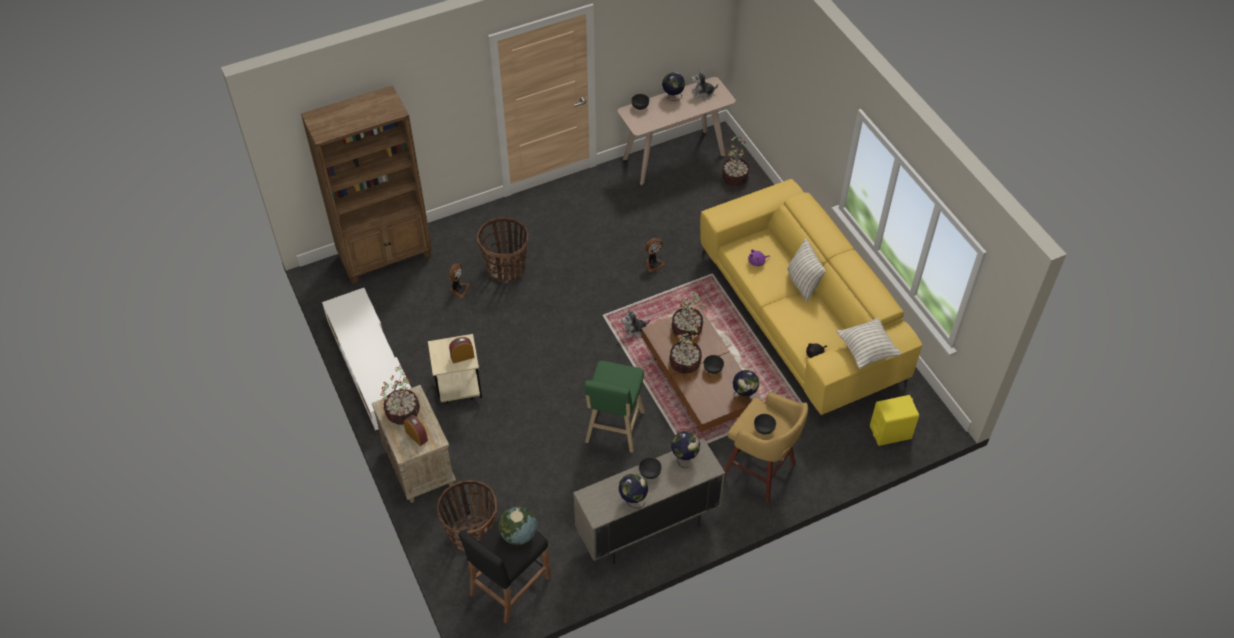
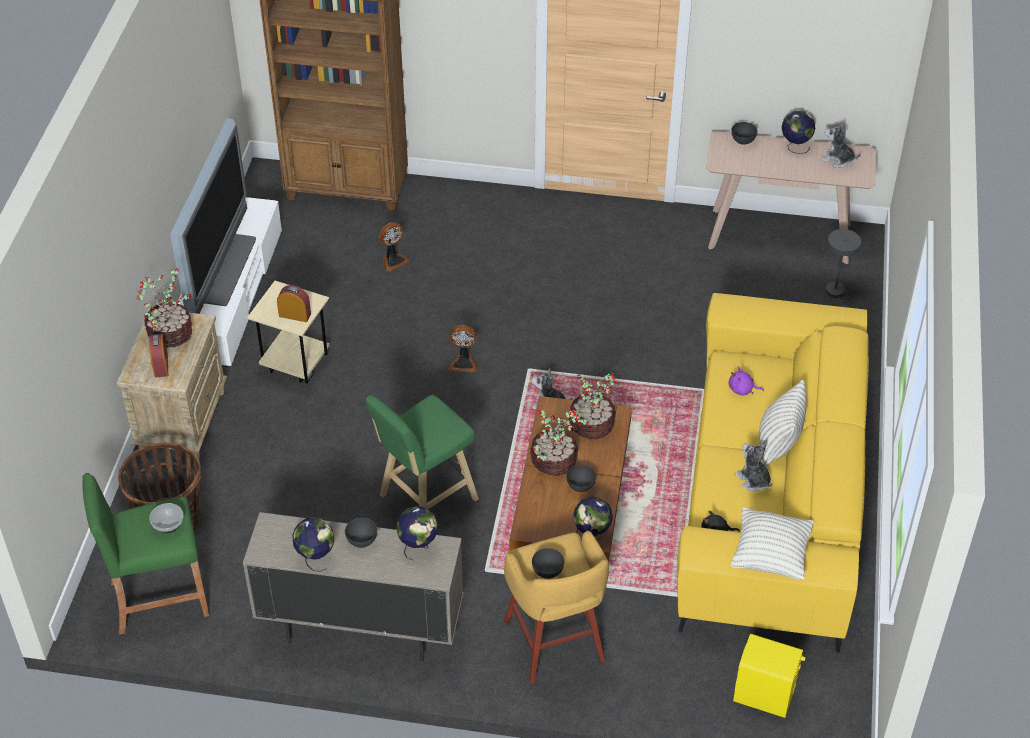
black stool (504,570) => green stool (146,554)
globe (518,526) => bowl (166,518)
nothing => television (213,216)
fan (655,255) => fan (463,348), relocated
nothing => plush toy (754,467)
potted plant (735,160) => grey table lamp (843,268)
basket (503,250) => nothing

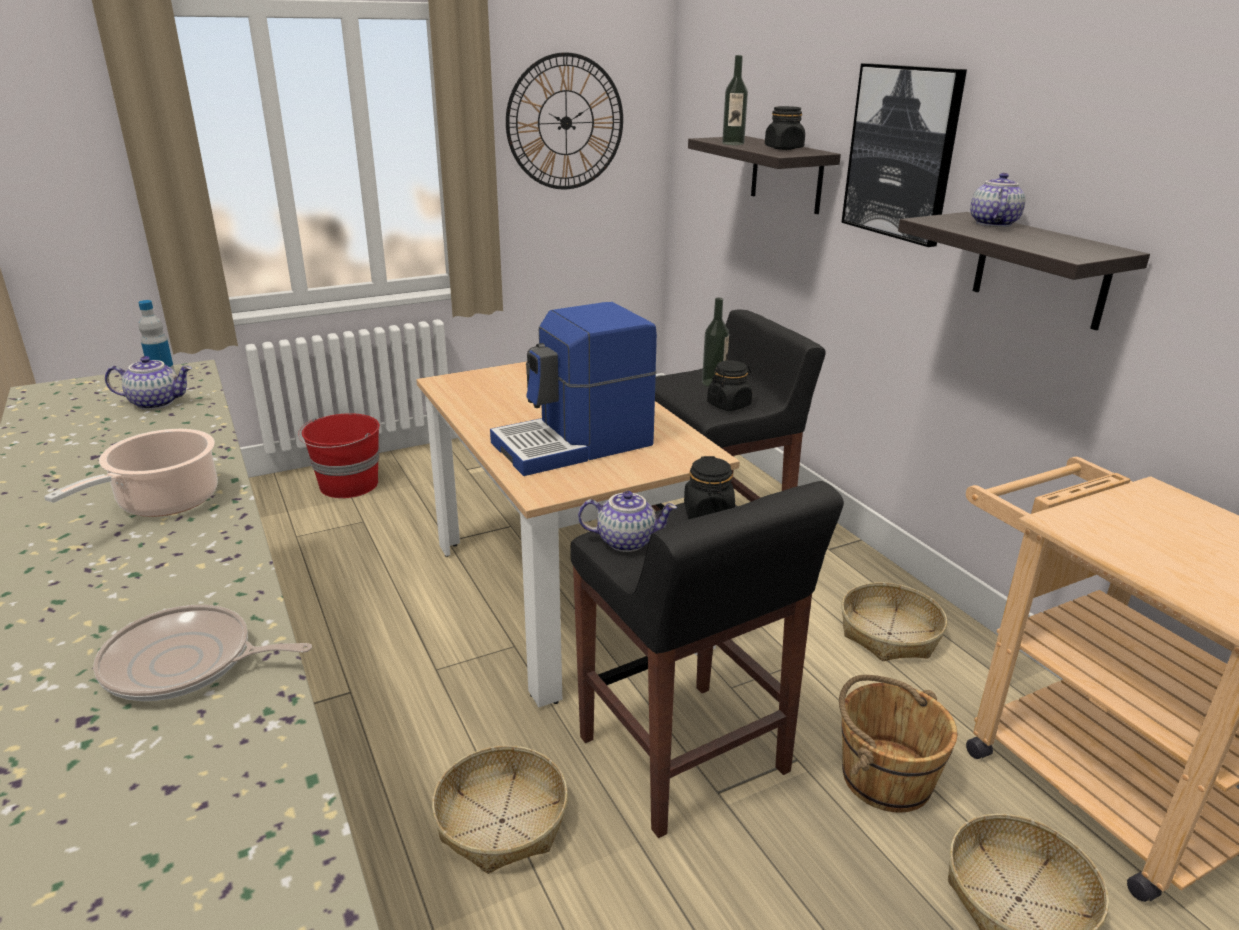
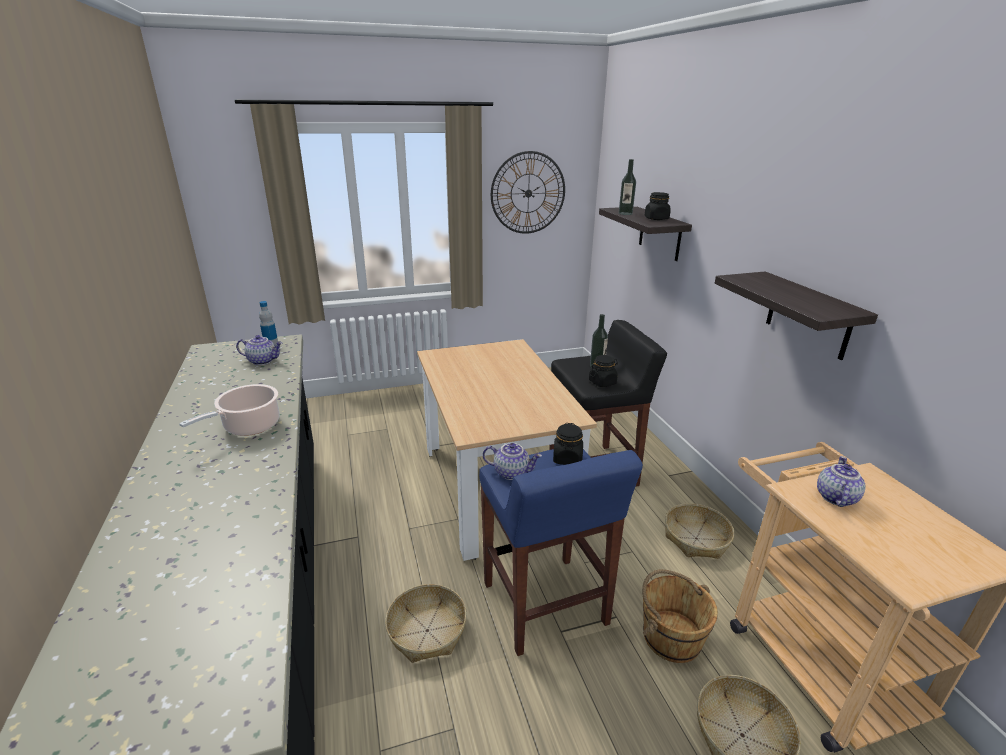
black stool (707,659) => blue stool (561,552)
teapot (997,200) => teapot (841,481), relocated
frying pan (202,653) => nothing
red bucket (339,455) => nothing
coffee machine (573,389) => nothing
picture (904,155) => nothing

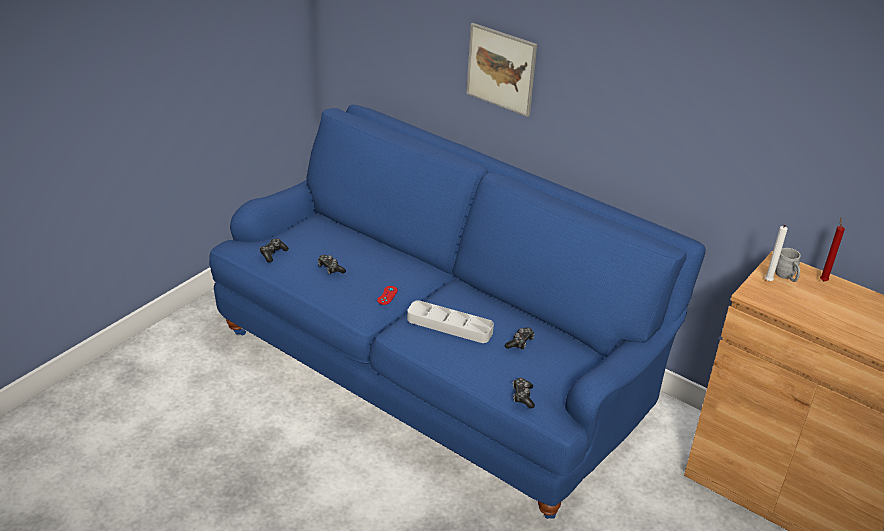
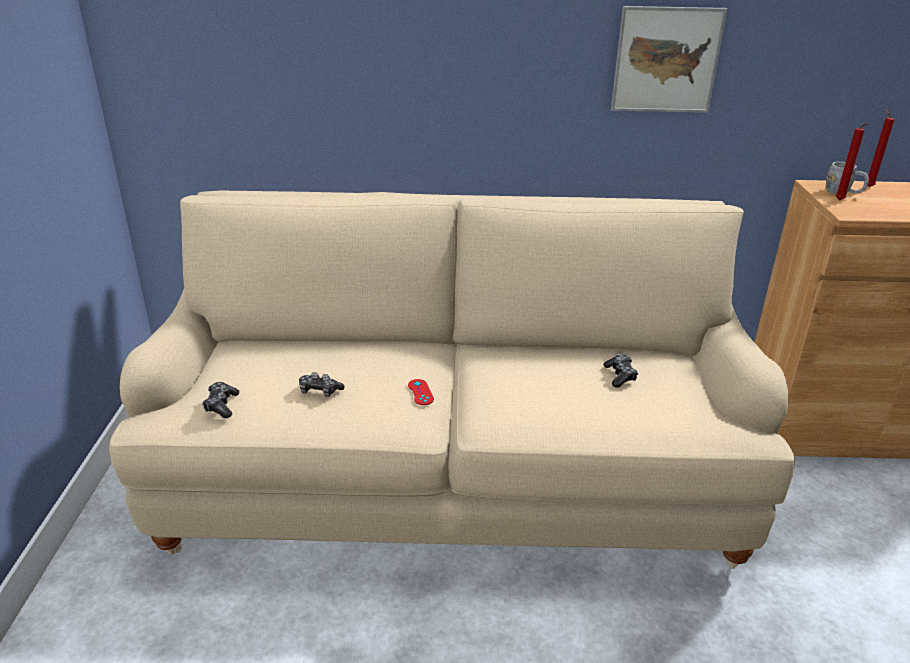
blue sofa (457,312) => beige sofa (452,380)
picture (501,70) => picture (669,59), relocated
white candle (776,253) => red candle (851,162)
grey tray (450,321) => nothing
game controller (524,393) => nothing

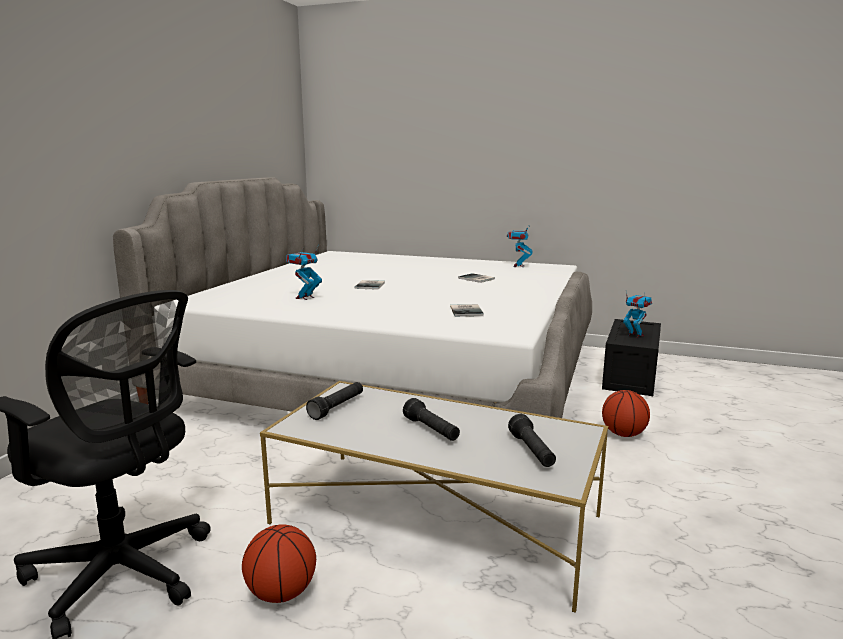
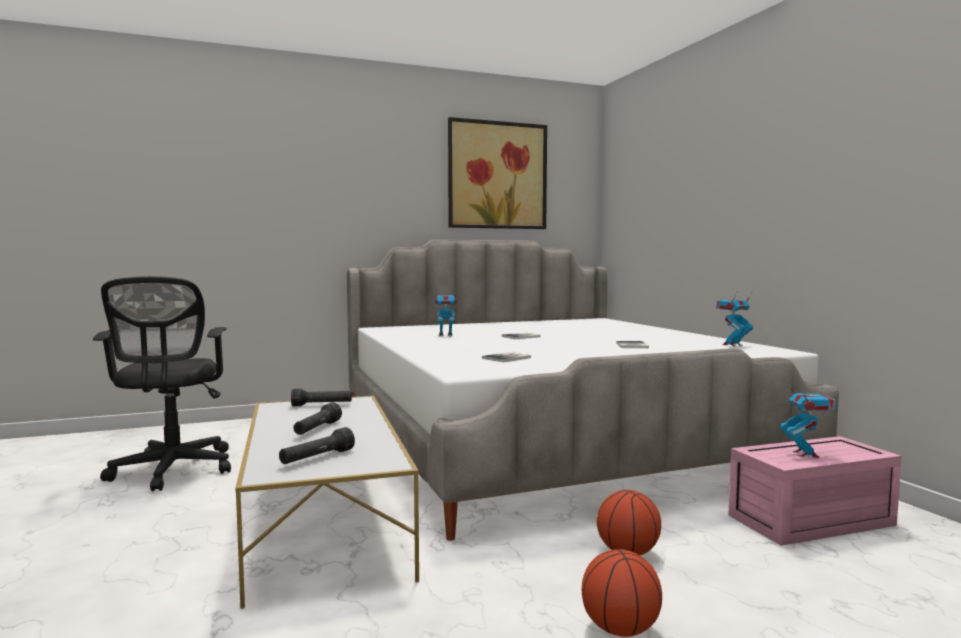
nothing => picture (497,173)
basketball (279,563) => basketball (622,593), relocated
black storage box (631,357) => pink storage box (815,491)

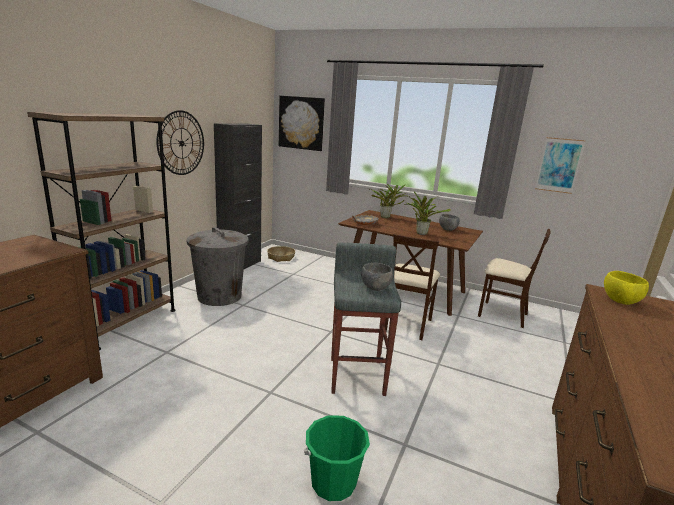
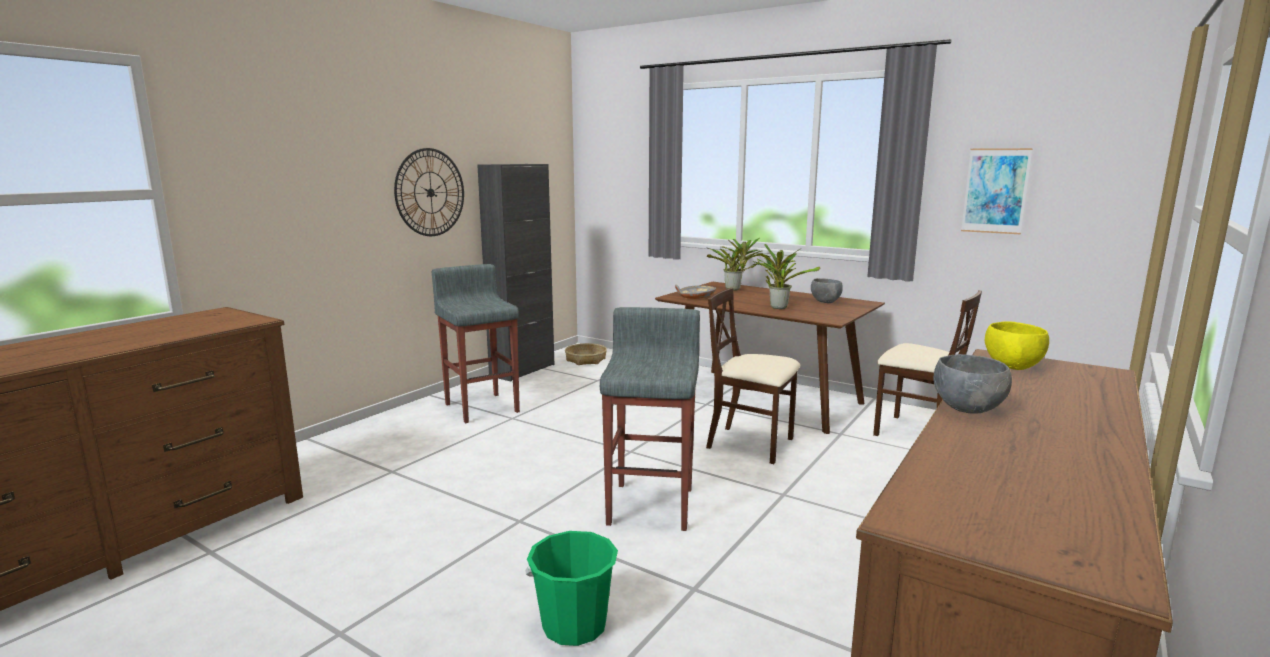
grey trash can (217,266) => grey stool (476,343)
beige chair (412,287) => beige chair (753,376), 90 degrees clockwise
grey bowl (377,277) => grey bowl (972,384), relocated
brown bookcase (101,231) => nothing
picture (302,123) => nothing

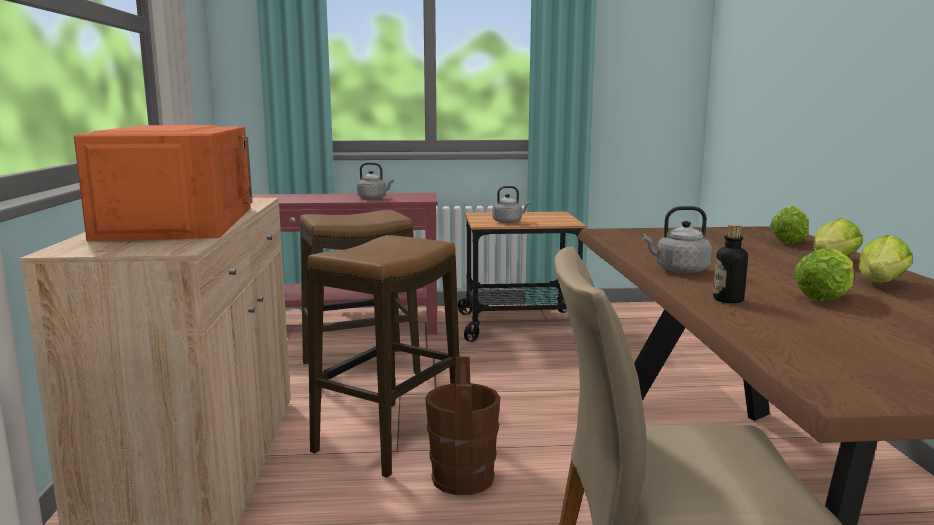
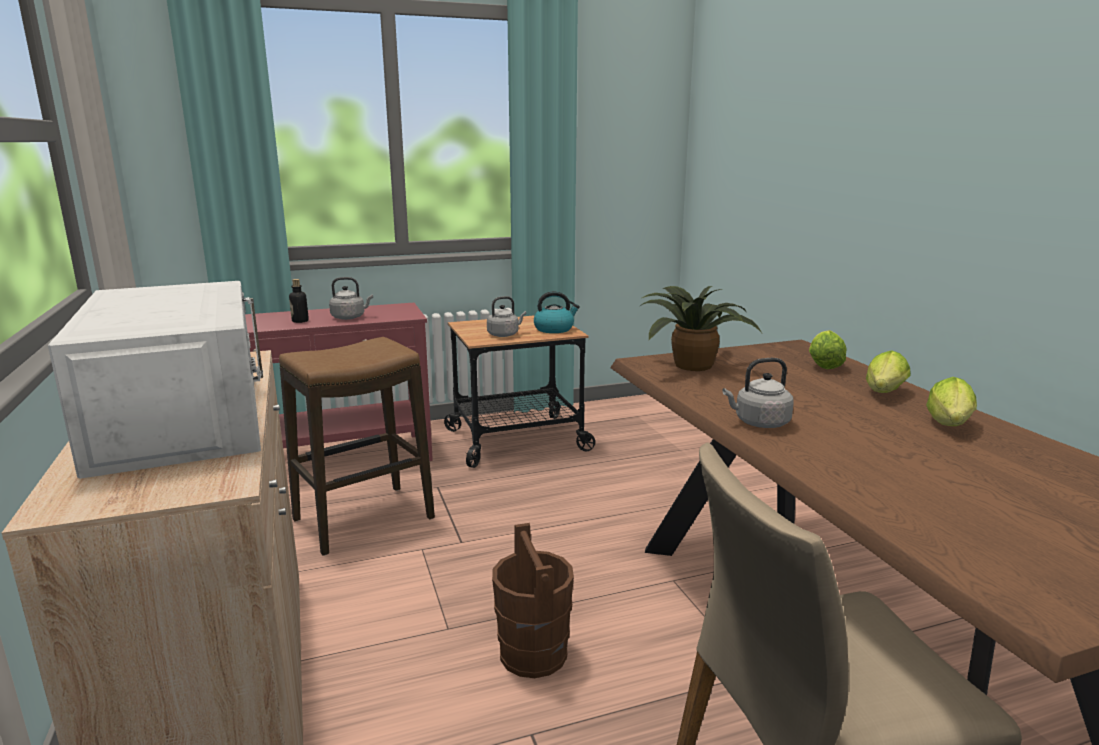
orange microwave (163,183) => white microwave (155,380)
bottle (730,263) => bottle (299,301), relocated
nothing => kettle (557,312)
nothing => potted plant (701,328)
stool (383,356) => nothing
lettuce (823,274) => nothing

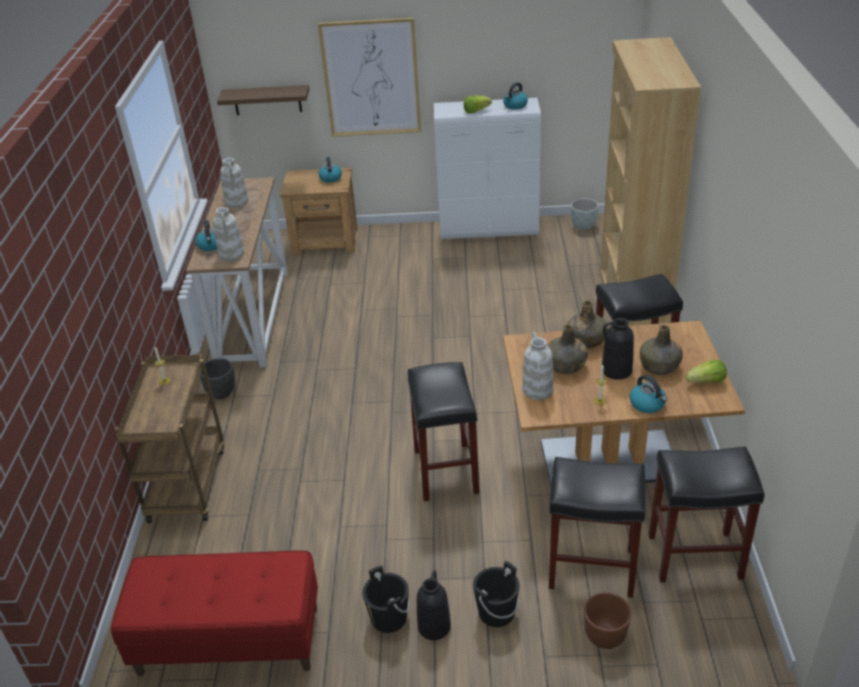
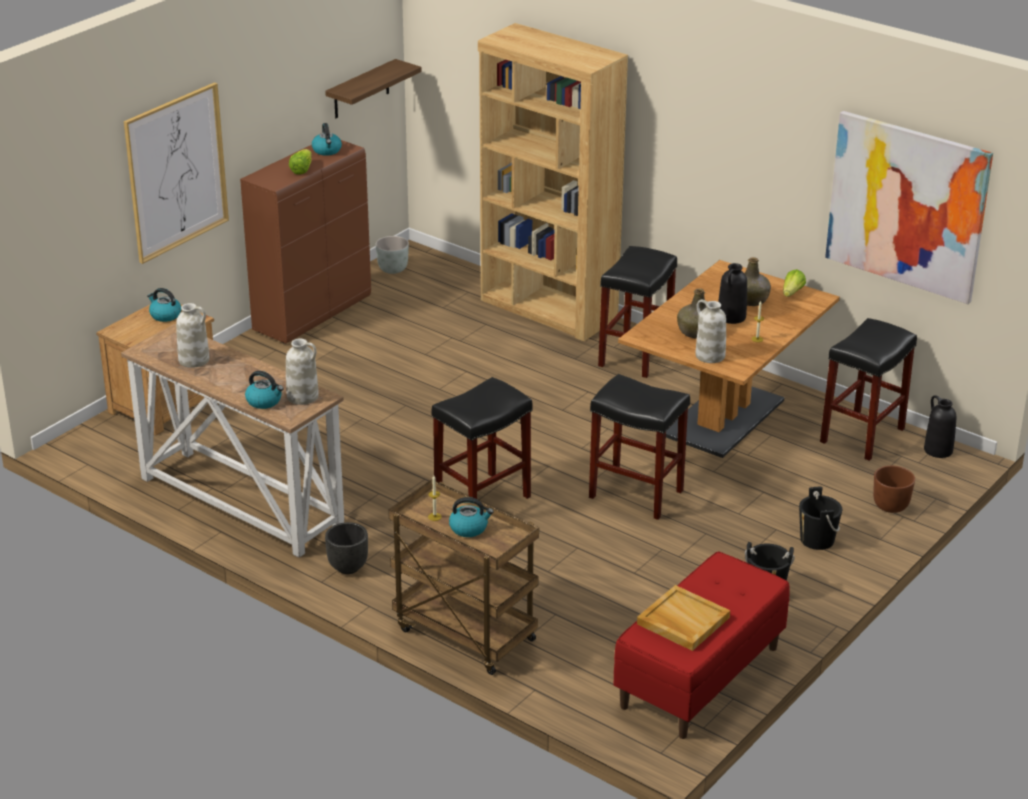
white cabinet (487,169) => brown cabinet (305,242)
shelf (263,100) => shelf (373,88), relocated
black stool (597,527) => black stool (482,438), relocated
kettle (648,394) => kettle (471,517), relocated
nothing => beige tray (683,618)
nothing => picture (909,207)
black vase (434,605) => black vase (940,426), relocated
green bottle (588,324) => nothing

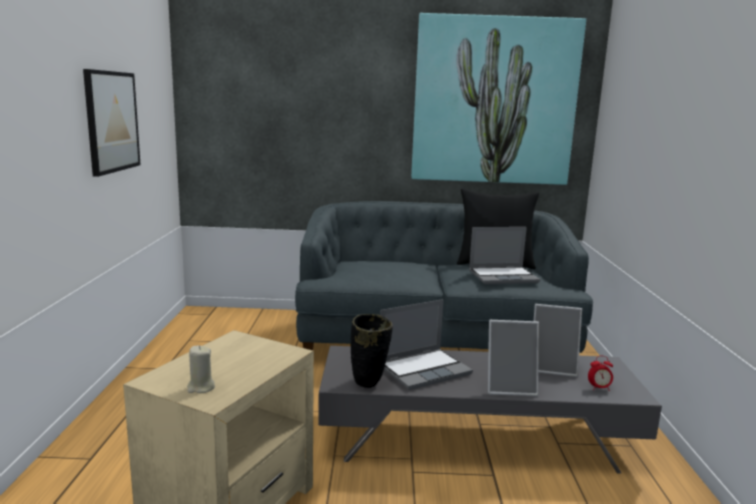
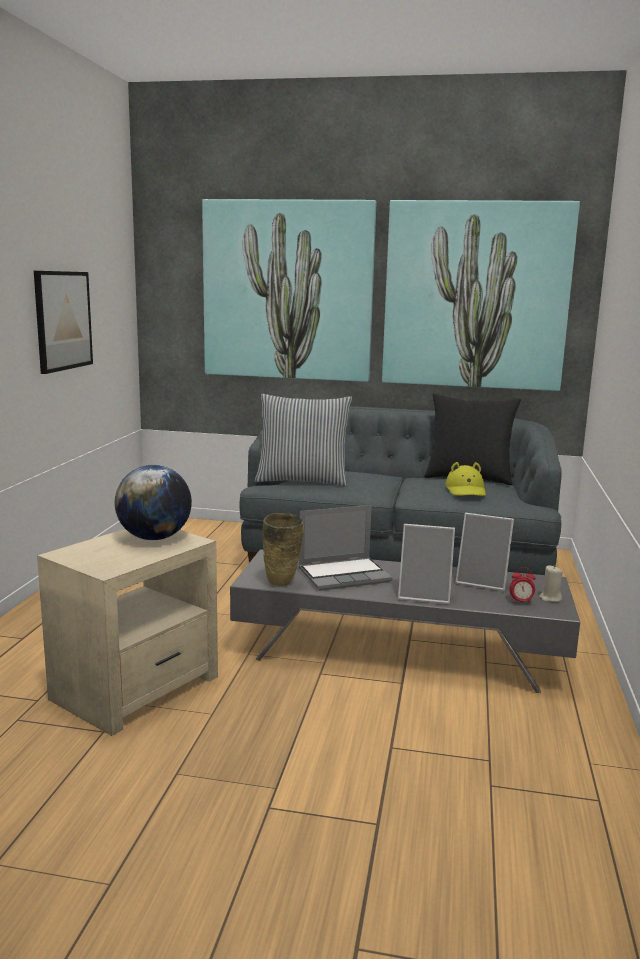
nothing => globe (153,502)
nothing => picture (289,290)
nothing => pillow (303,440)
black vase (371,351) => beige vase (283,549)
laptop (504,255) => yellow hat (466,479)
beige candle (201,369) => beige candle (551,583), relocated

